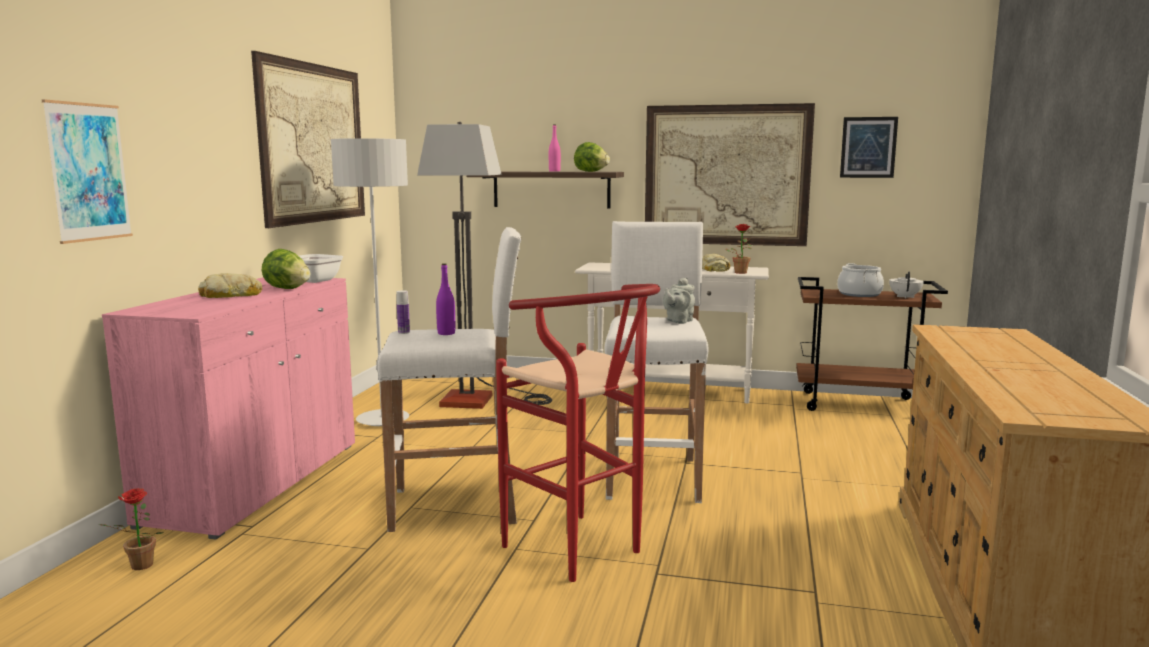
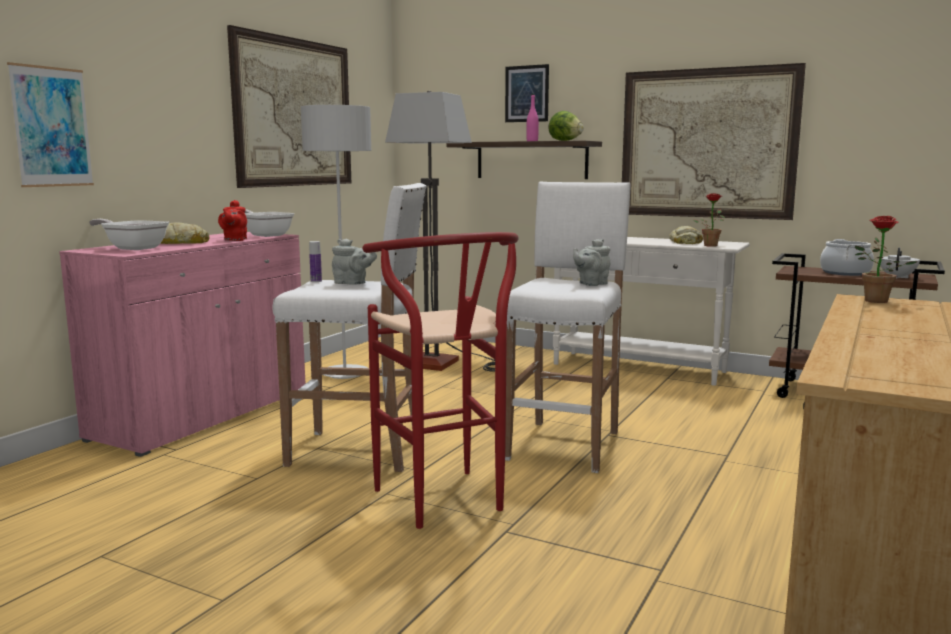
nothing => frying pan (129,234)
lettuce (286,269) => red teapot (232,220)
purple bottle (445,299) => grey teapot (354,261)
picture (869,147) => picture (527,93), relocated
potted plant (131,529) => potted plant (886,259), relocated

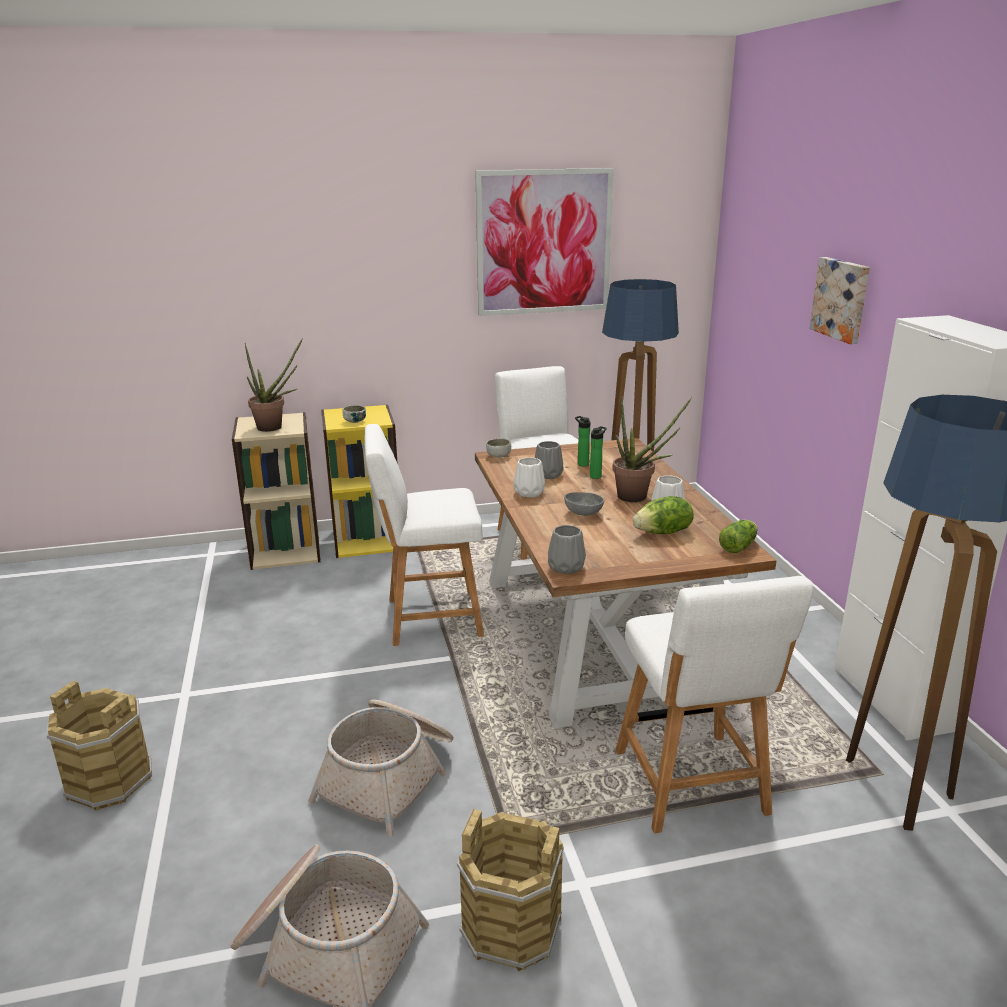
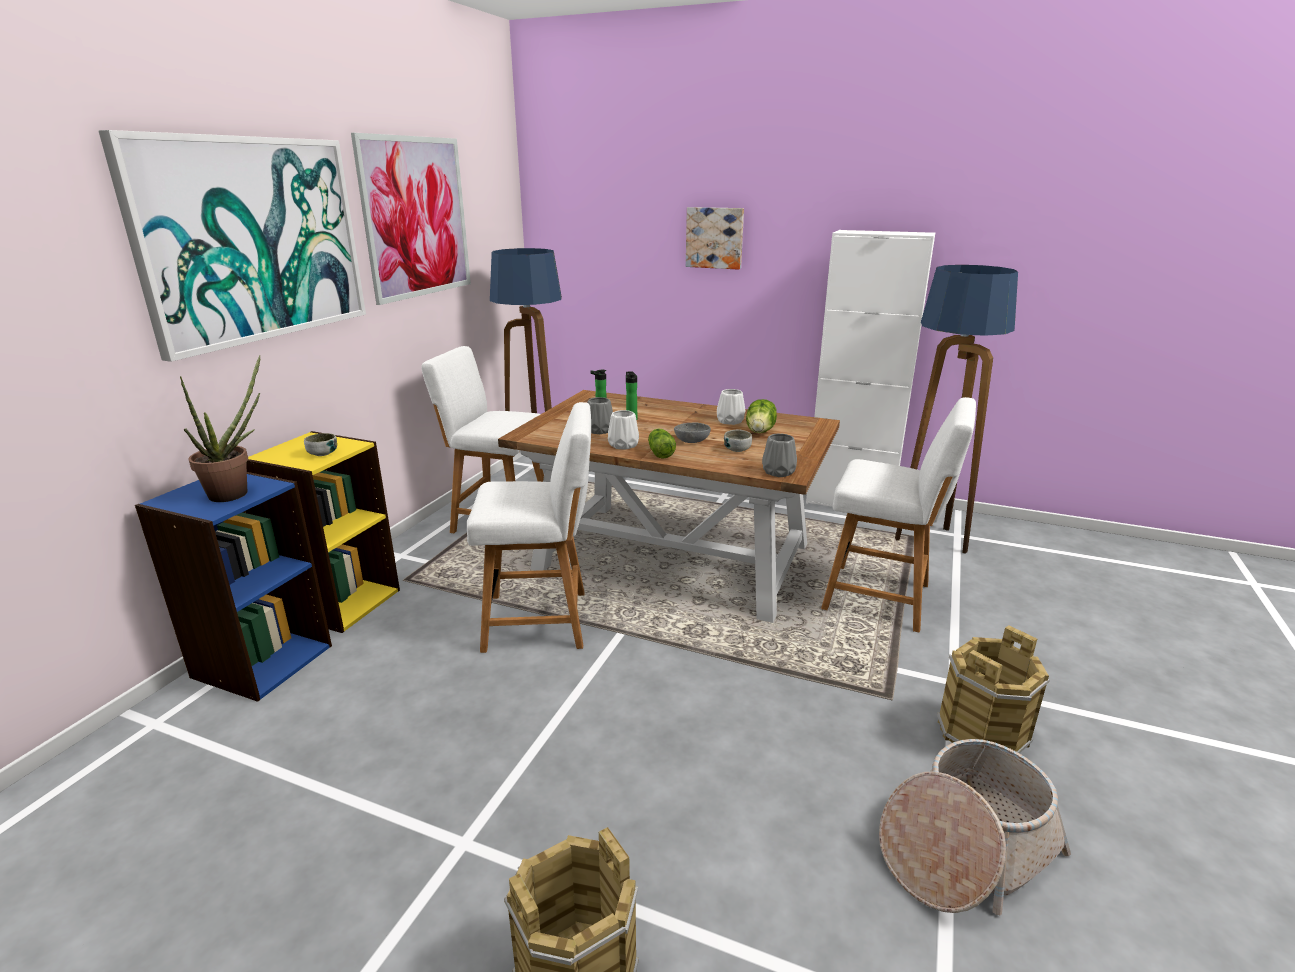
nothing => picture (232,246)
beige bookcase (276,491) => blue bookcase (233,587)
white chair (424,535) => white chair (529,527), 120 degrees counterclockwise
lettuce (738,536) => lettuce (662,444), relocated
bowl (498,448) => bowl (738,440), relocated
basket (381,768) => nothing
potted plant (652,449) => nothing

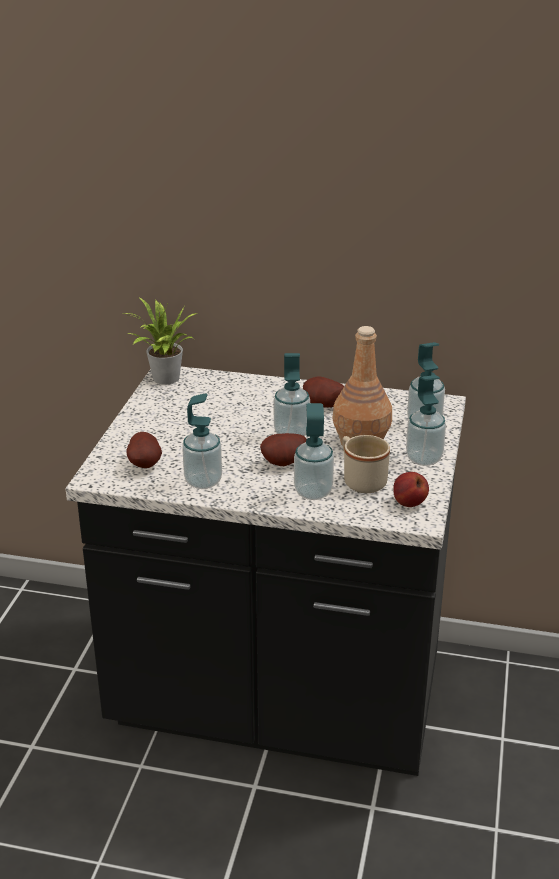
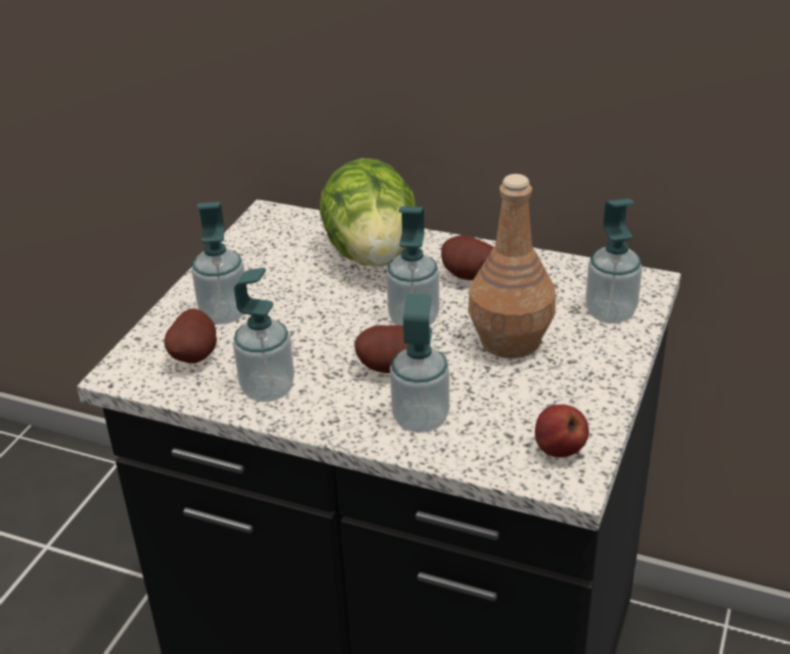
soap dispenser (426,420) => soap dispenser (218,263), relocated
nothing => lettuce (368,212)
potted plant (159,341) => nothing
beige mug (366,464) => nothing

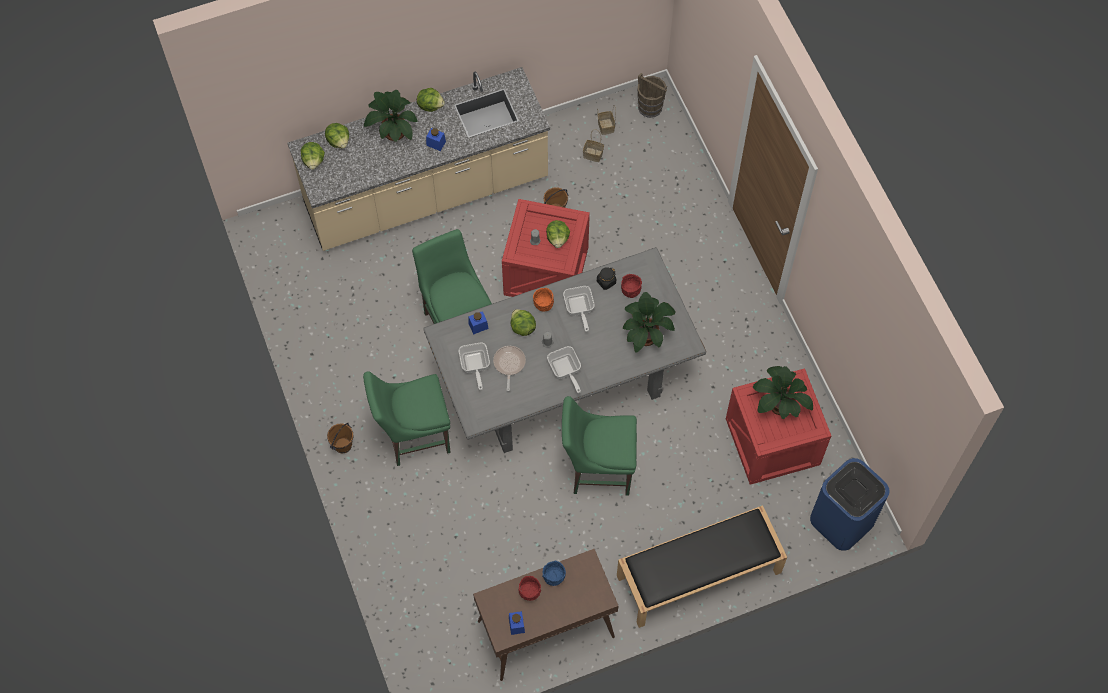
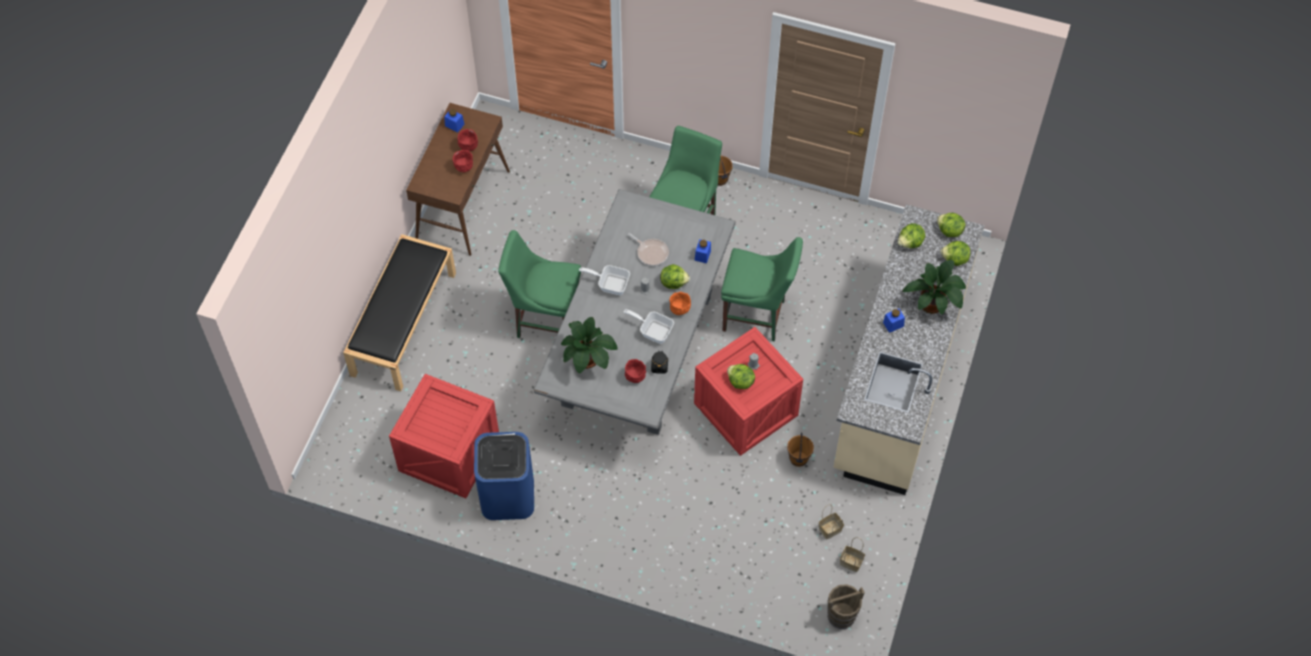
blue bowl (554,573) => red bowl (462,161)
blue trash can (849,504) => blue trash can (504,476), relocated
green chair (599,446) => green chair (539,284), 120 degrees counterclockwise
lettuce (431,100) => lettuce (911,235), relocated
frying pan (474,366) => nothing
potted plant (783,392) => nothing

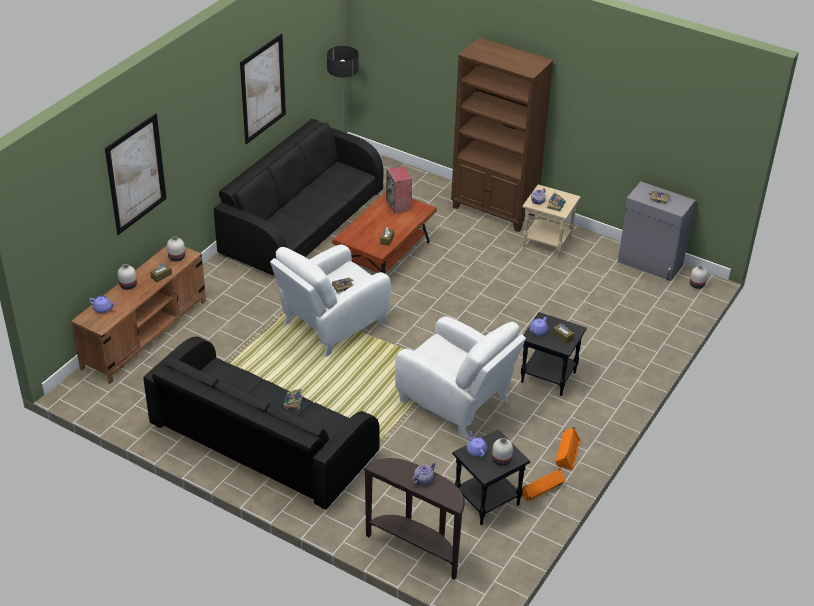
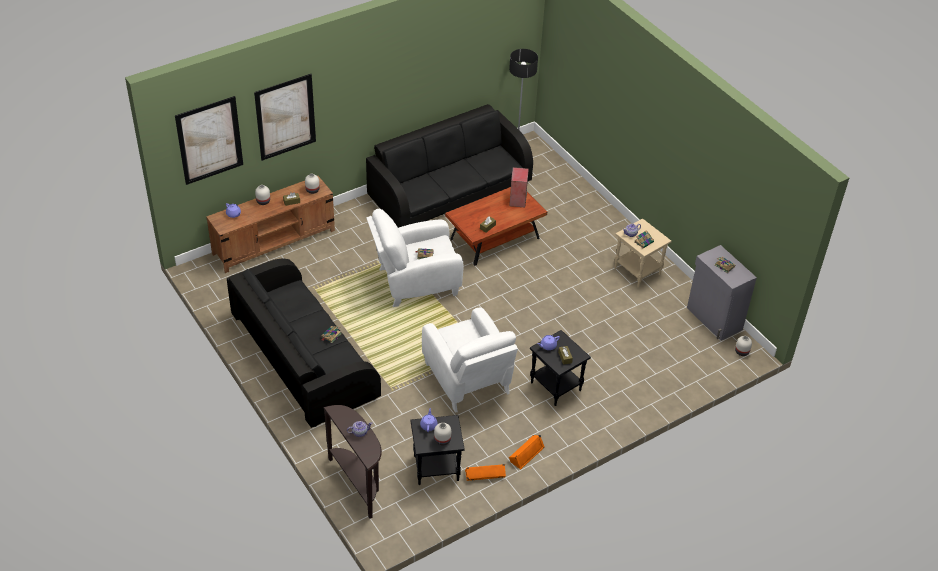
picture (263,89) => picture (209,140), relocated
brown bookcase (502,134) => nothing

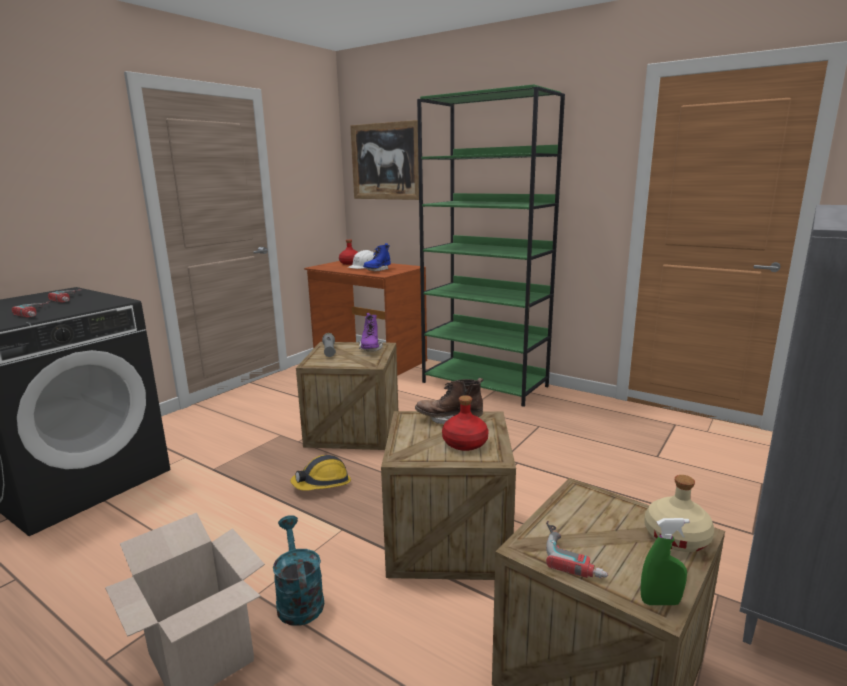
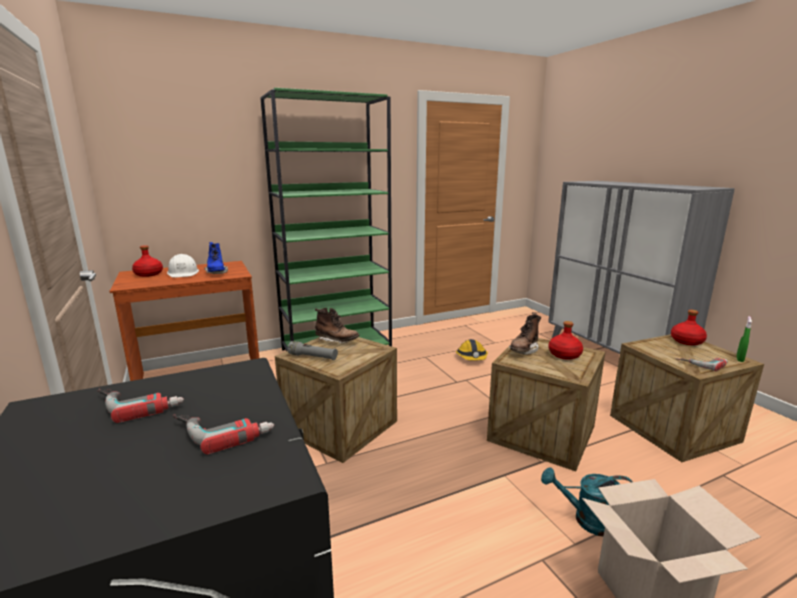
purple boot (371,332) => brown boot (337,325)
hard hat (320,473) => hard hat (472,350), relocated
beige bottle (679,513) => red bottle (689,328)
picture (384,160) => nothing

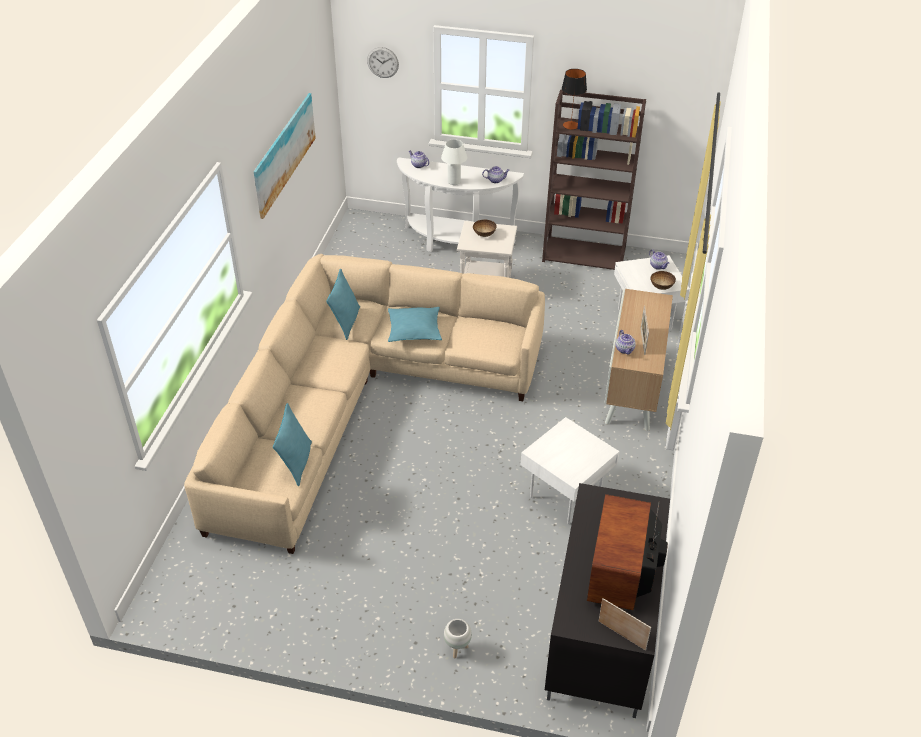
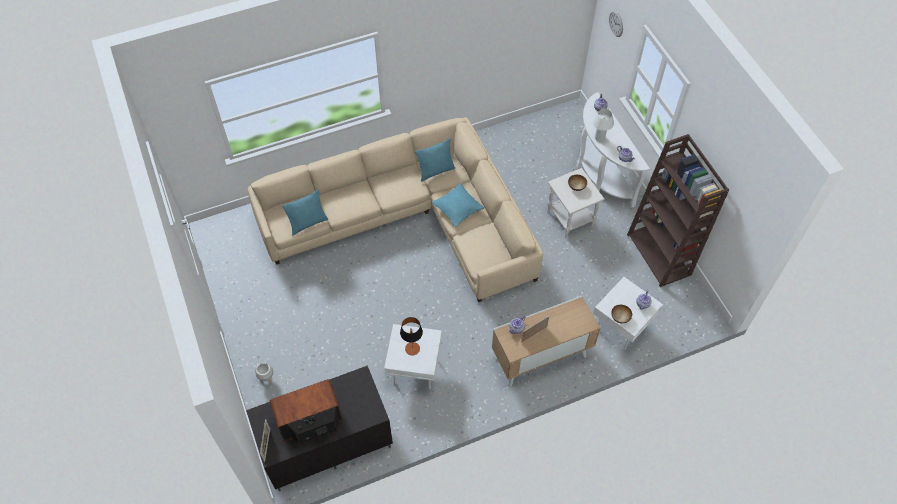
table lamp (574,99) => table lamp (411,336), relocated
picture (285,156) => nothing

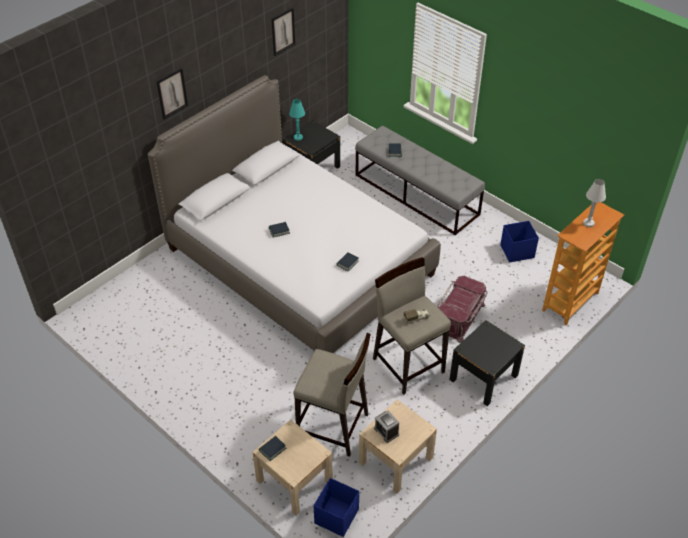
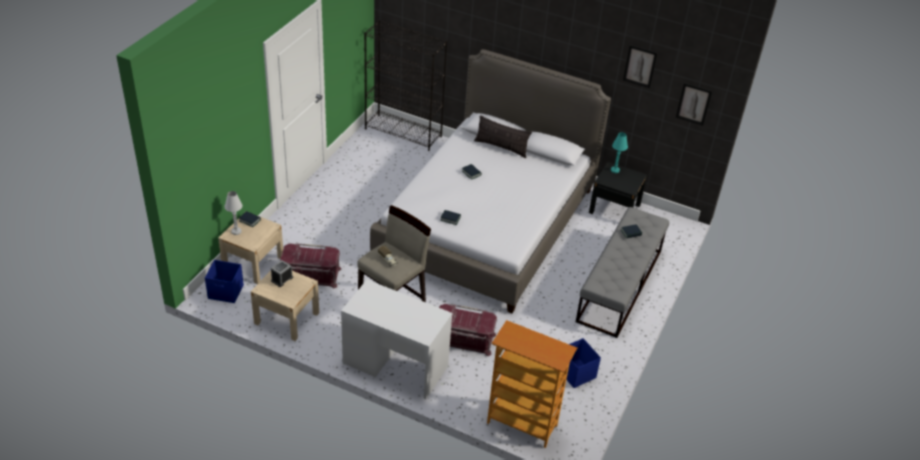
white table lamp (594,203) => white table lamp (233,213), relocated
beige stool (332,395) => red storage box (311,266)
black nightstand (487,363) => white desk (396,339)
nothing => black bookcase (405,85)
nothing => pillow (503,136)
picture (172,93) => picture (694,104), relocated

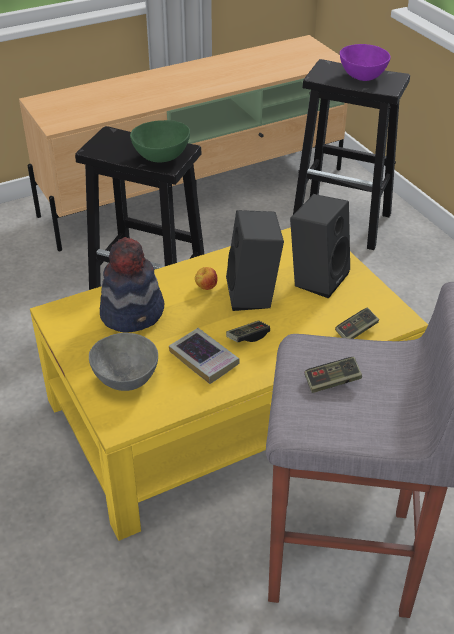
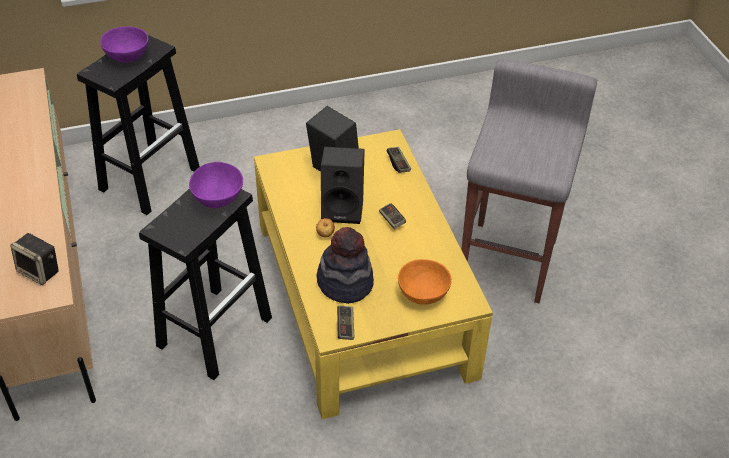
nothing => speaker (34,259)
green bowl (160,141) => purple bowl (216,185)
game controller (333,375) => game controller (345,322), relocated
grey bowl (123,362) => orange bowl (425,282)
book (204,356) => nothing

